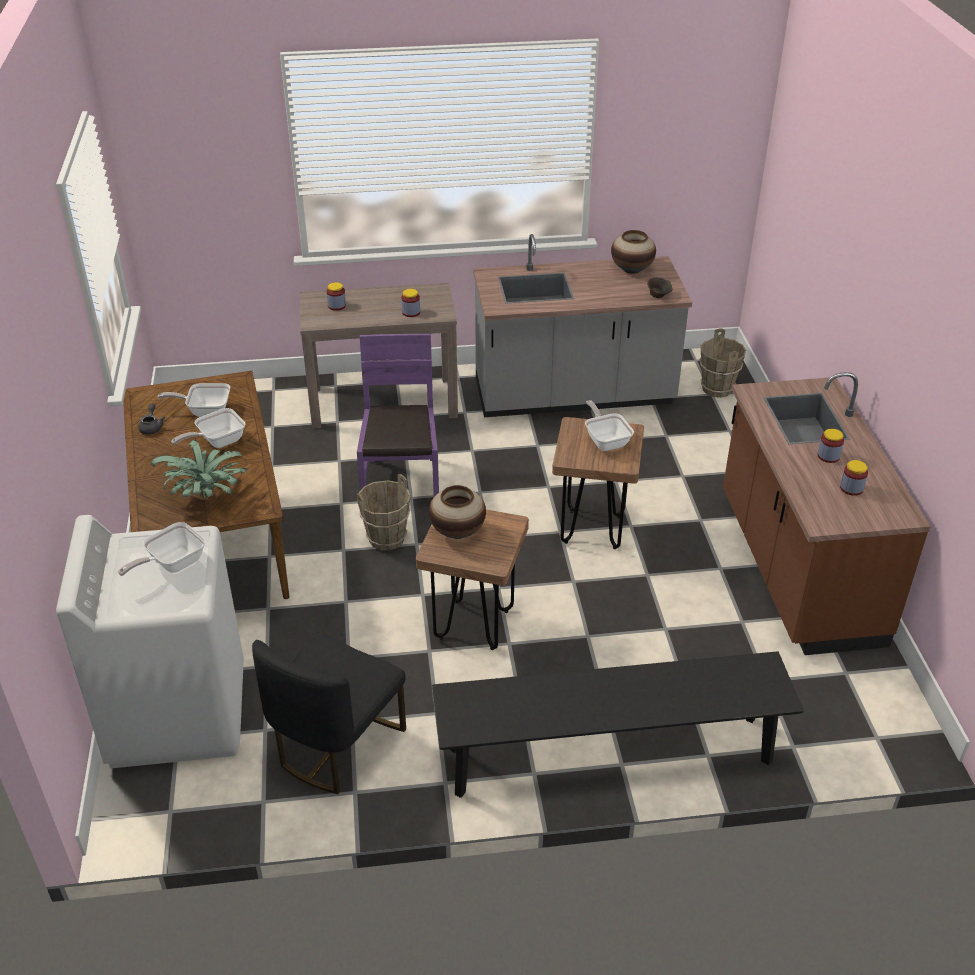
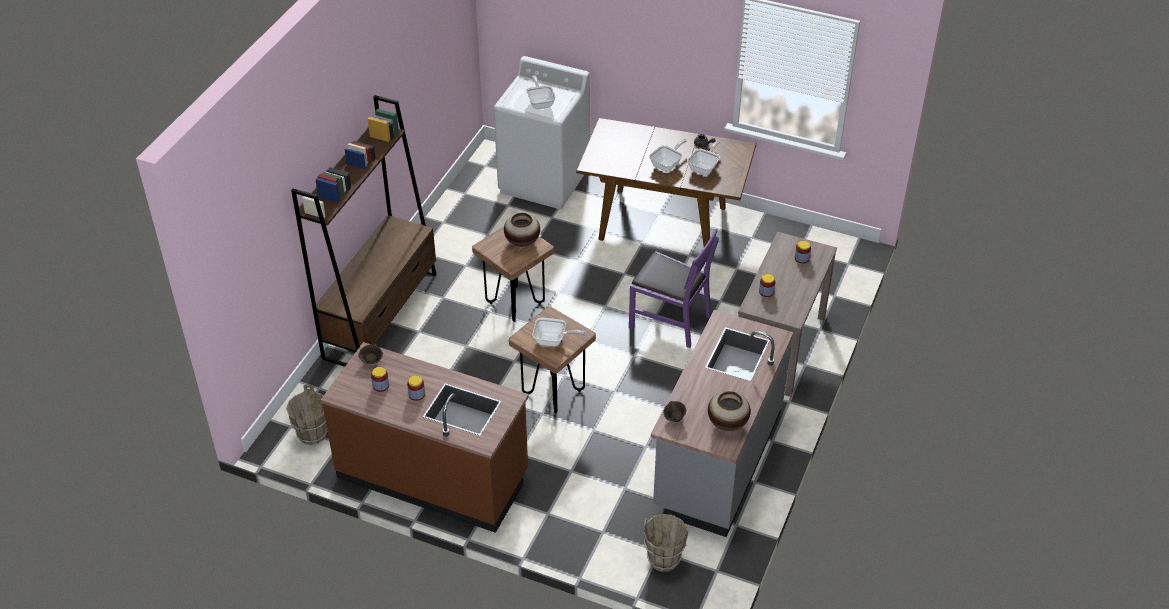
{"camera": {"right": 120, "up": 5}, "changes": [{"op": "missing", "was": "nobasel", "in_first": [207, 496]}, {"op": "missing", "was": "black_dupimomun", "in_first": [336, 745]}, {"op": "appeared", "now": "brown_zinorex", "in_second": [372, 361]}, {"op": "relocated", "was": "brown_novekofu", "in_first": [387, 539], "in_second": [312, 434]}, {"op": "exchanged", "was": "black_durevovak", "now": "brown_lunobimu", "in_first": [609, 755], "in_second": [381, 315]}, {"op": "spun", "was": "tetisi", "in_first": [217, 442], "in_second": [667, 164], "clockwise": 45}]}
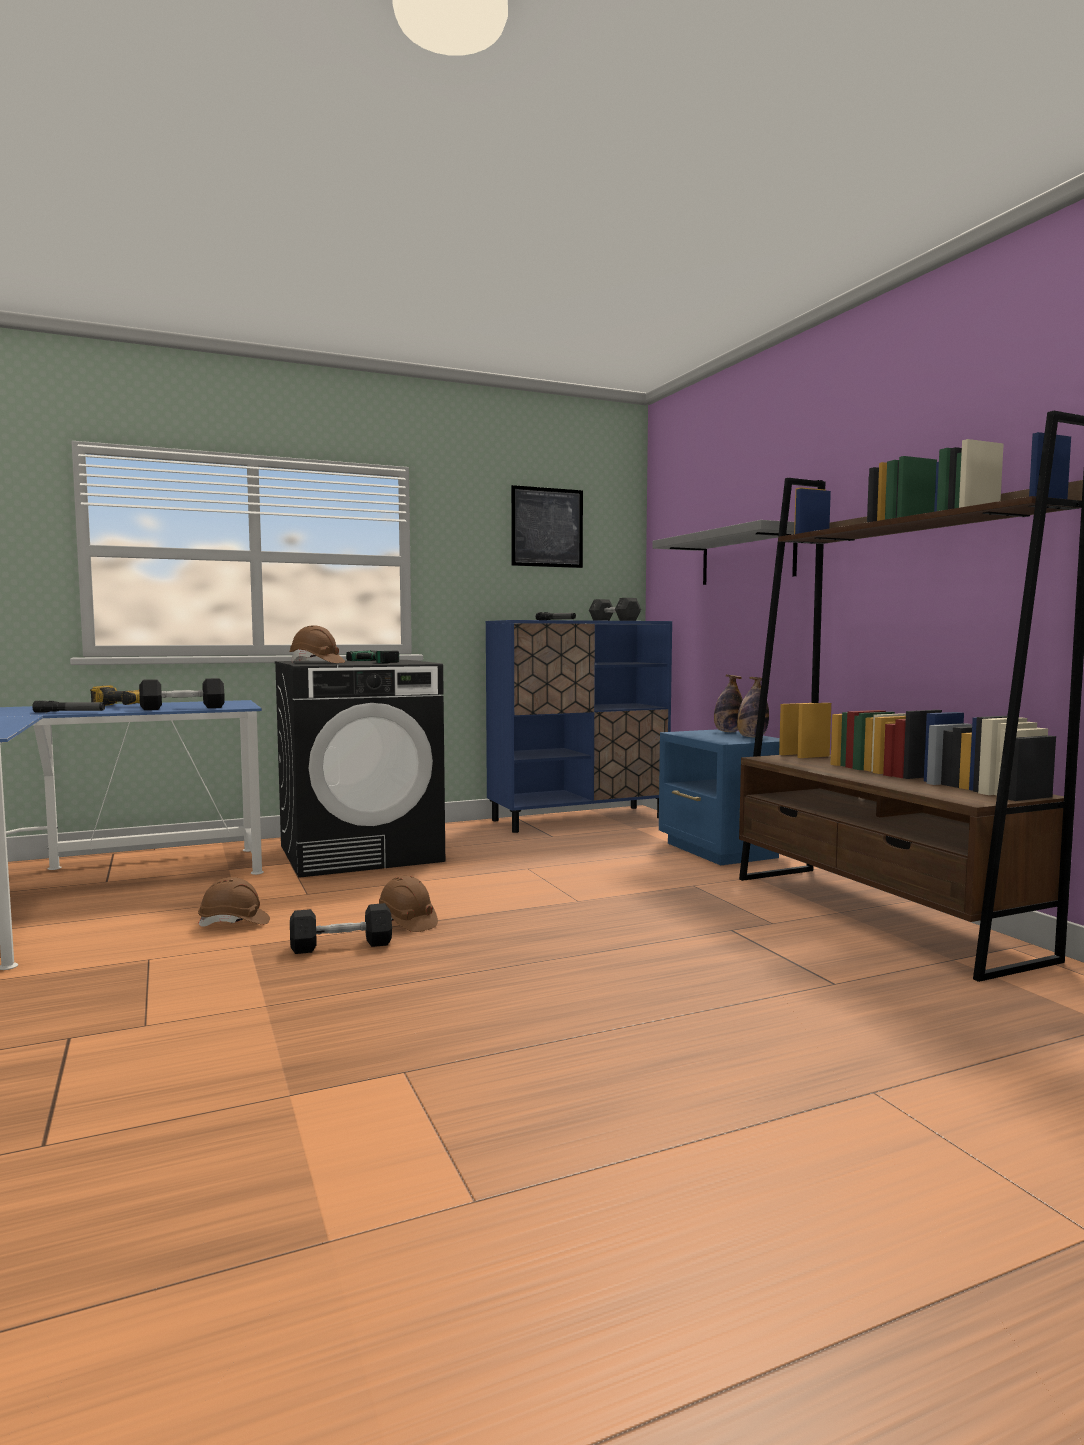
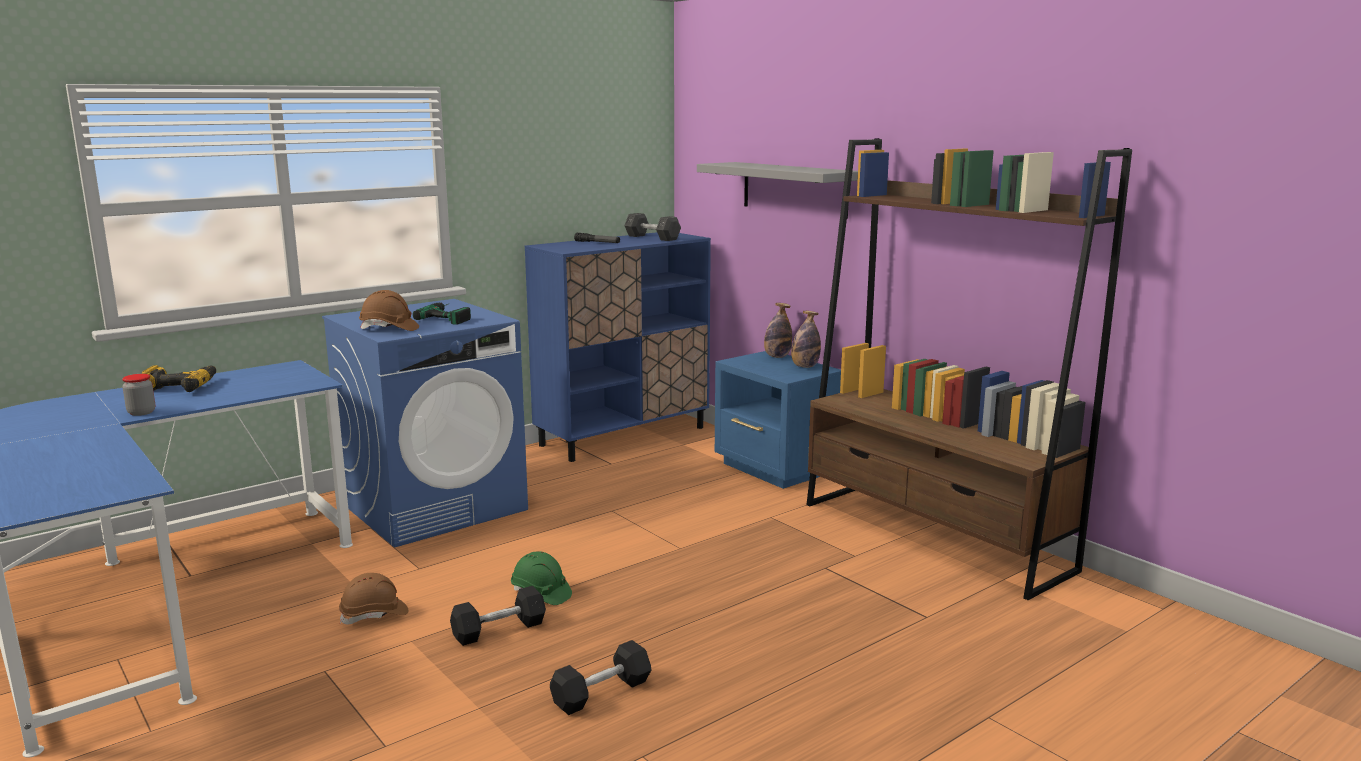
{"camera": {"right": -15, "up": 10}, "changes": [{"op": "missing", "was": "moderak", "in_first": [547, 527]}, {"op": "relocated", "was": "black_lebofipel", "in_first": [183, 708], "in_second": [601, 693]}, {"op": "exchanged", "was": "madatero", "now": "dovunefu", "in_first": [69, 712], "in_second": [141, 412]}, {"op": "colour", "was": "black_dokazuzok", "now": "blue_dokazuzok", "in_first": [361, 853], "in_second": [435, 506]}, {"op": "colour", "was": "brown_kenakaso", "now": "green_kenakaso", "in_first": [406, 922], "in_second": [541, 593]}]}
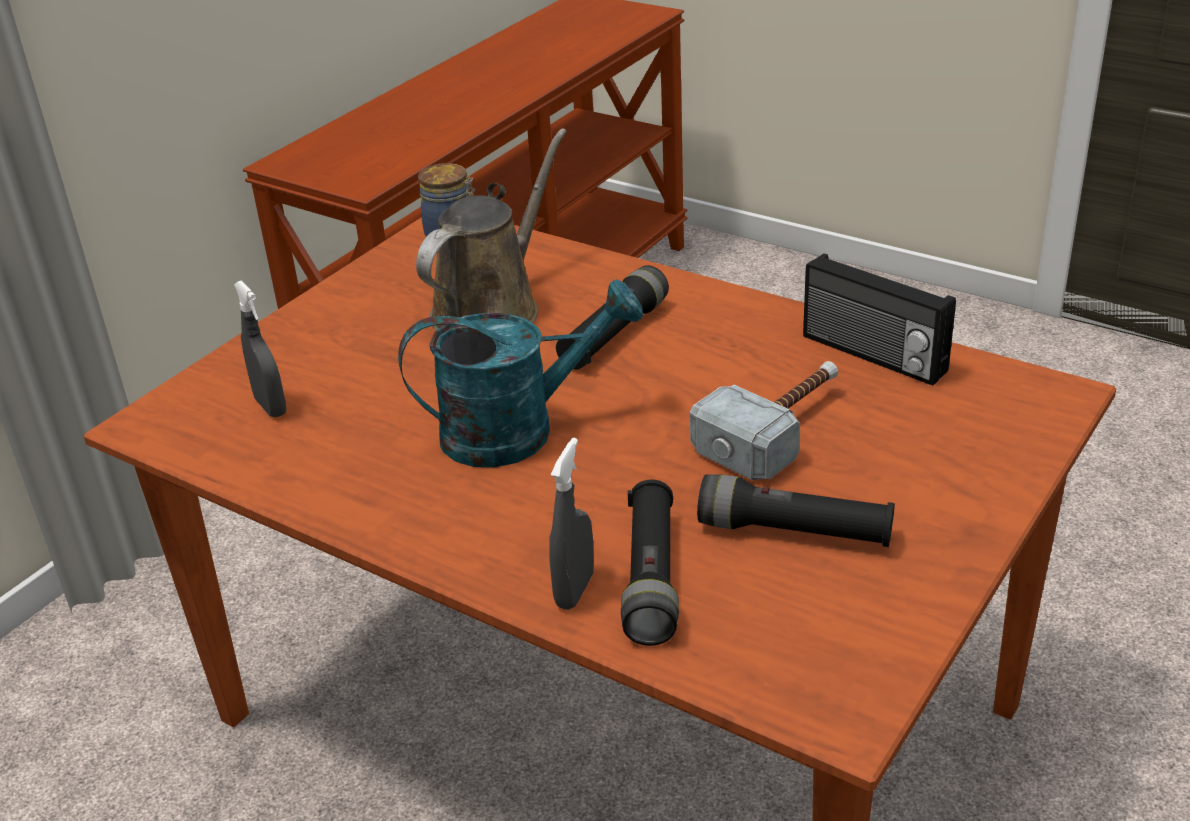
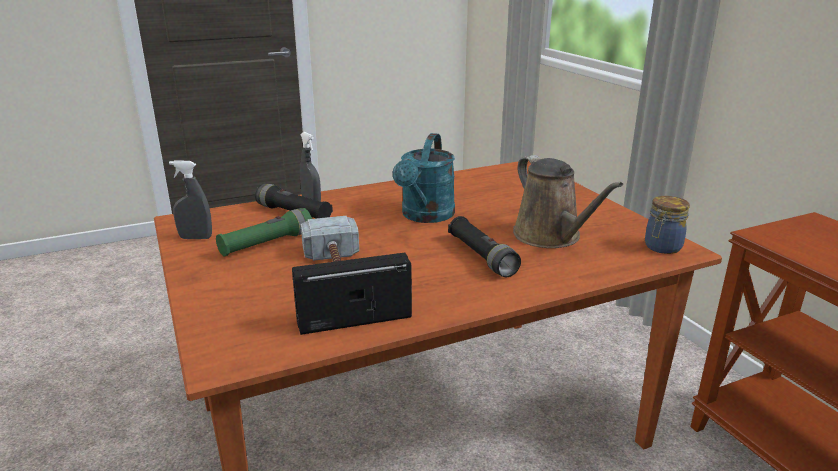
{"camera": {"right": 120, "up": -10}, "changes": [{"op": "relocated", "was": "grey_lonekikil", "in_first": [271, 407], "in_second": [195, 238]}, {"op": "colour", "was": "black_madatero", "now": "green_madatero", "in_first": [794, 532], "in_second": [267, 244]}]}
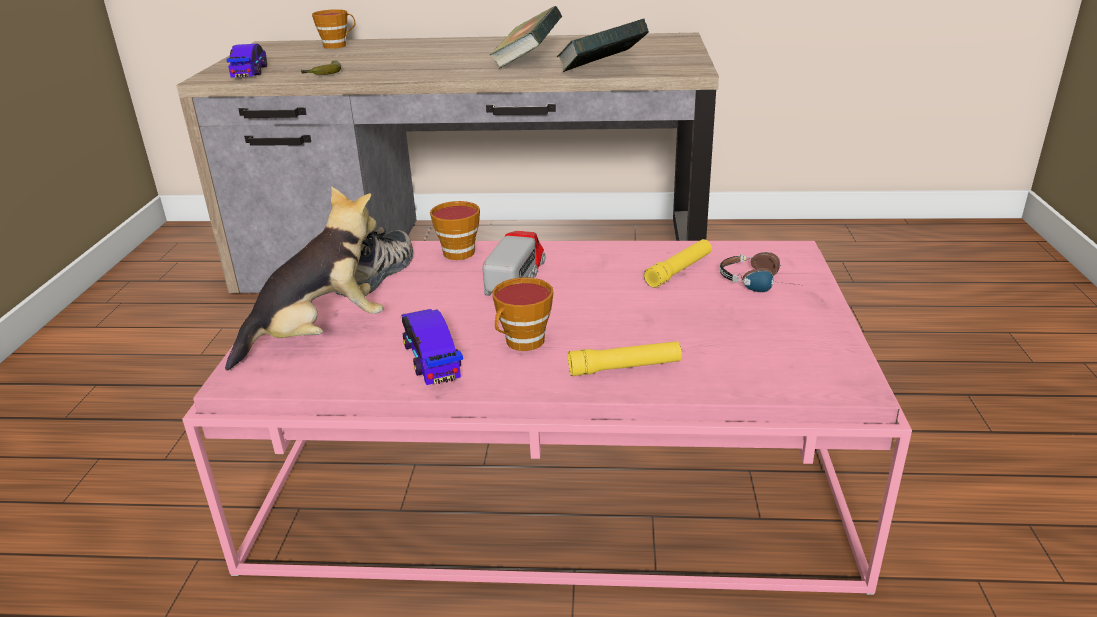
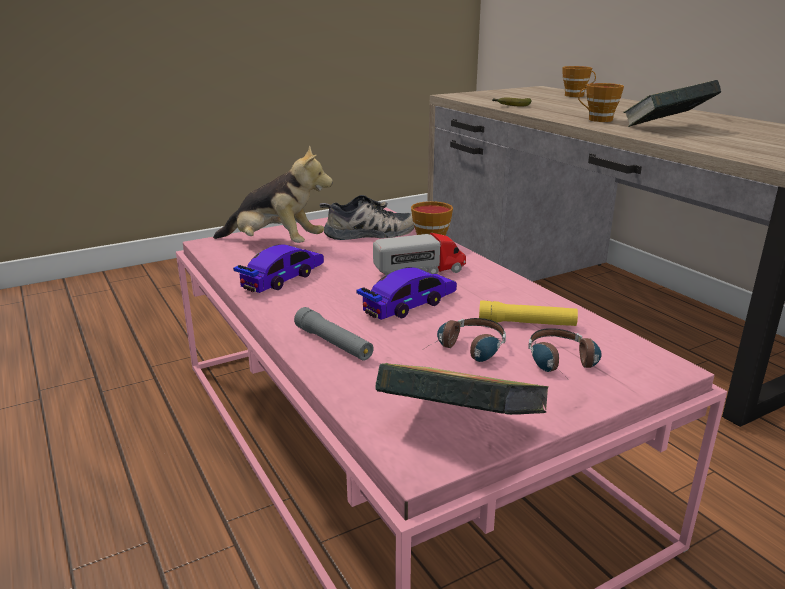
{"camera": {"right": 55, "up": -5}, "changes": [{"op": "appeared", "now": "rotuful", "in_second": [466, 351]}, {"op": "relocated", "was": "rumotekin", "in_first": [250, 71], "in_second": [409, 304]}, {"op": "relocated", "was": "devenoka", "in_first": [522, 343], "in_second": [597, 120]}, {"op": "relocated", "was": "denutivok", "in_first": [601, 72], "in_second": [460, 428]}, {"op": "colour", "was": "yellow_madatero", "now": "grey_madatero", "in_first": [625, 367], "in_second": [333, 343]}]}
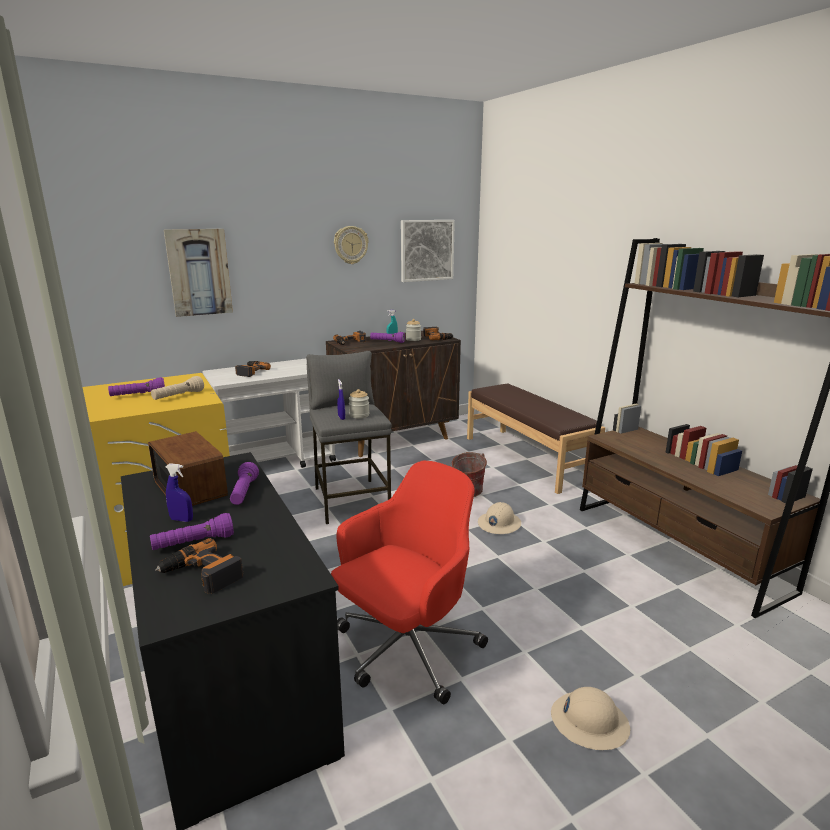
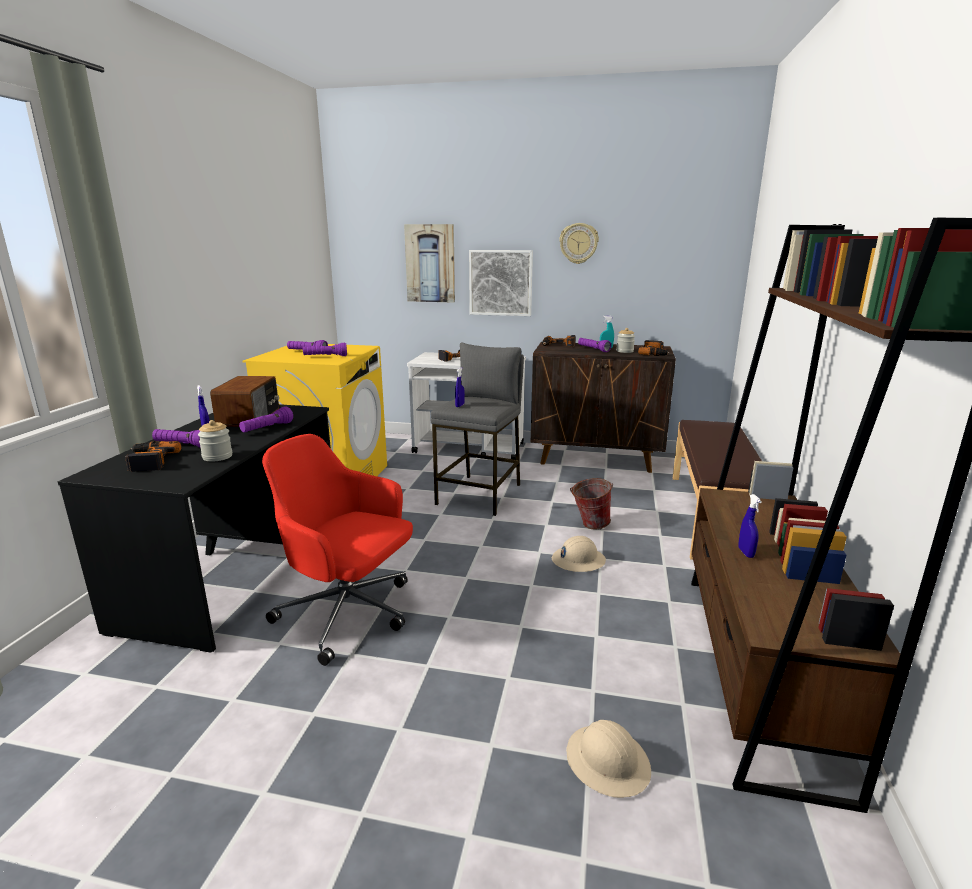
{"camera": {"right": 40, "up": 0}, "changes": [{"op": "appeared", "now": "blue_lonekikil", "in_second": [746, 553]}, {"op": "relocated", "was": "dovunefu", "in_first": [359, 415], "in_second": [217, 456]}, {"op": "relocated", "was": "moderak", "in_first": [426, 250], "in_second": [500, 283]}, {"op": "relocated", "was": "beige_kenakaso", "in_first": [589, 721], "in_second": [608, 761]}, {"op": "colour", "was": "beige_madatero", "now": "purple_madatero", "in_first": [178, 396], "in_second": [325, 356]}, {"op": "spun", "was": "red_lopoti", "in_first": [406, 650], "in_second": [348, 613], "clockwise": -150}]}
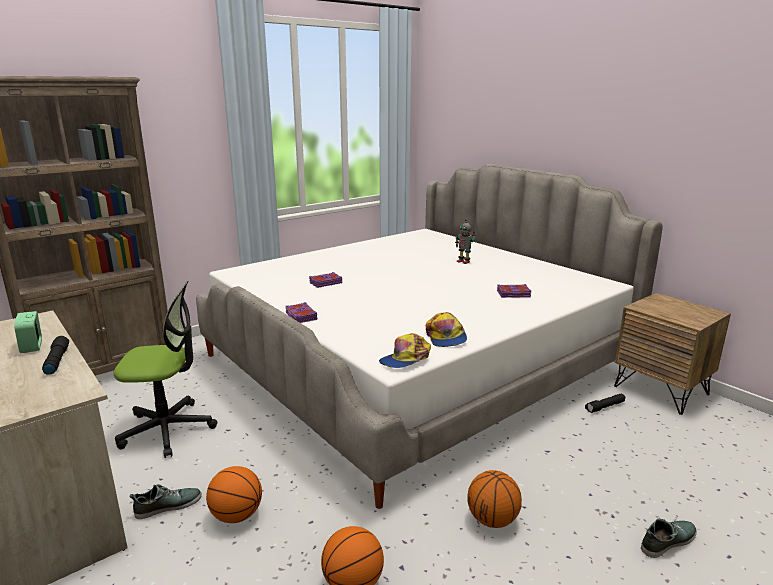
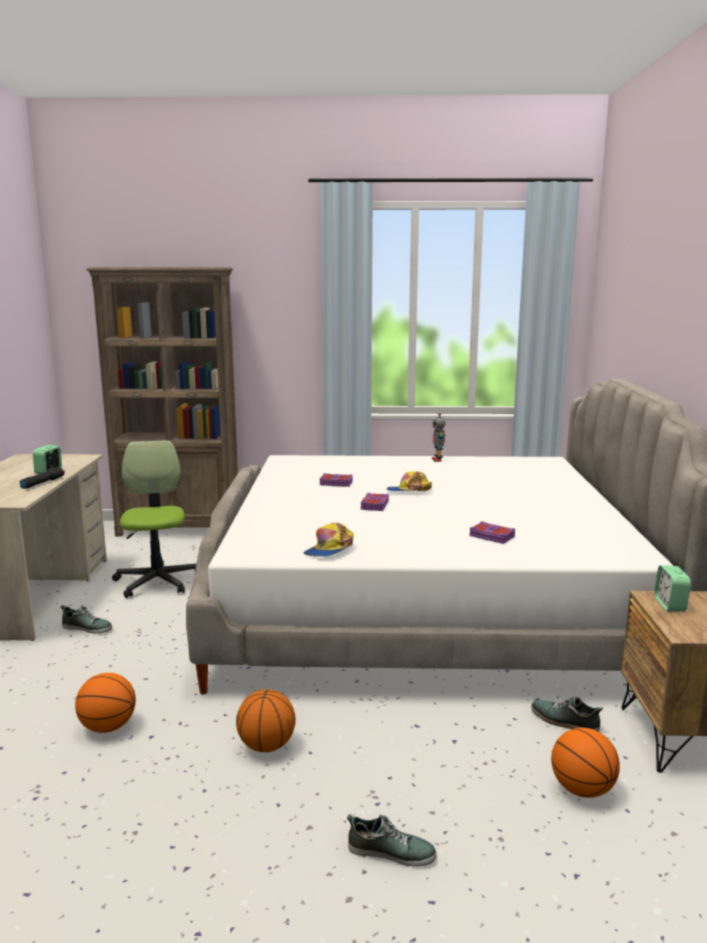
{"camera": {"right": 40, "up": -5}, "changes": [{"op": "appeared", "now": "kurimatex", "in_second": [670, 605]}, {"op": "relocated", "was": "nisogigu", "in_first": [237, 515], "in_second": [582, 789]}, {"op": "relocated", "was": "purple_denutivok", "in_first": [300, 316], "in_second": [374, 505]}, {"op": "relocated", "was": "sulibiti", "in_first": [406, 359], "in_second": [409, 491]}, {"op": "relocated", "was": "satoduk", "in_first": [463, 262], "in_second": [437, 460]}, {"op": "exchanged", "was": "black_madatero", "now": "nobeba", "in_first": [605, 407], "in_second": [564, 721]}, {"op": "spun", "was": "lopoti", "in_first": [168, 429], "in_second": [157, 581], "clockwise": -135}]}
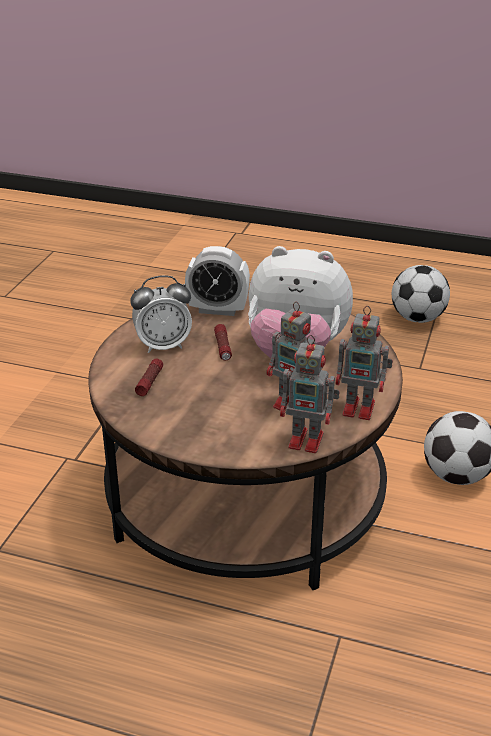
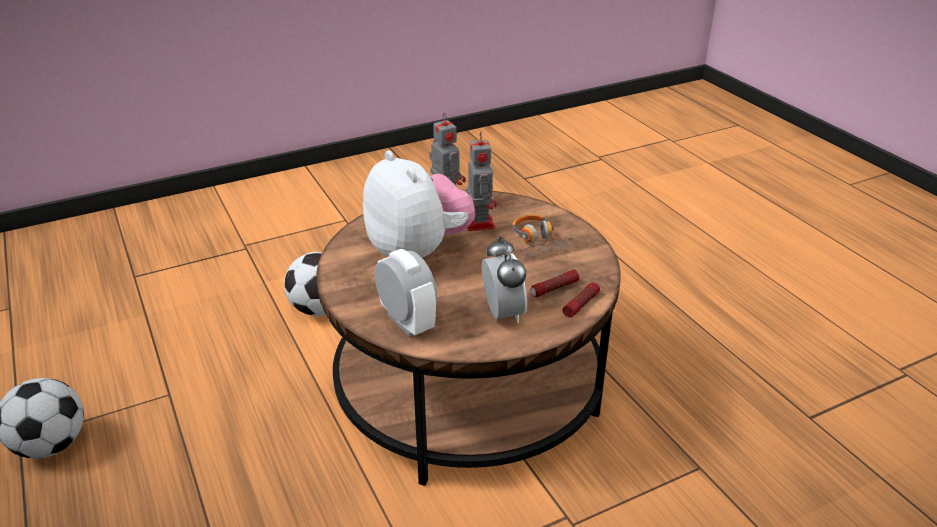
{"camera": {"right": -135, "up": 0}, "changes": [{"op": "missing", "was": "satoduk", "in_first": [308, 440]}, {"op": "appeared", "now": "rotuful", "in_second": [538, 241]}, {"op": "relocated", "was": "madatero", "in_first": [223, 347], "in_second": [581, 304]}, {"op": "spun", "was": "kurimatex", "in_first": [163, 345], "in_second": [503, 314], "clockwise": 45}]}
